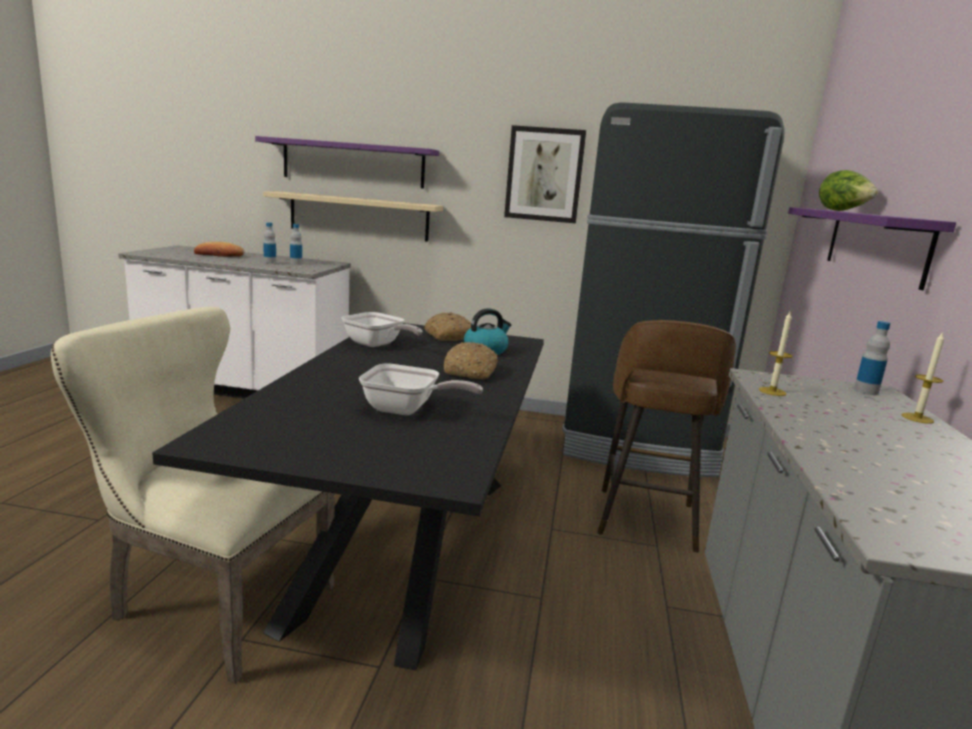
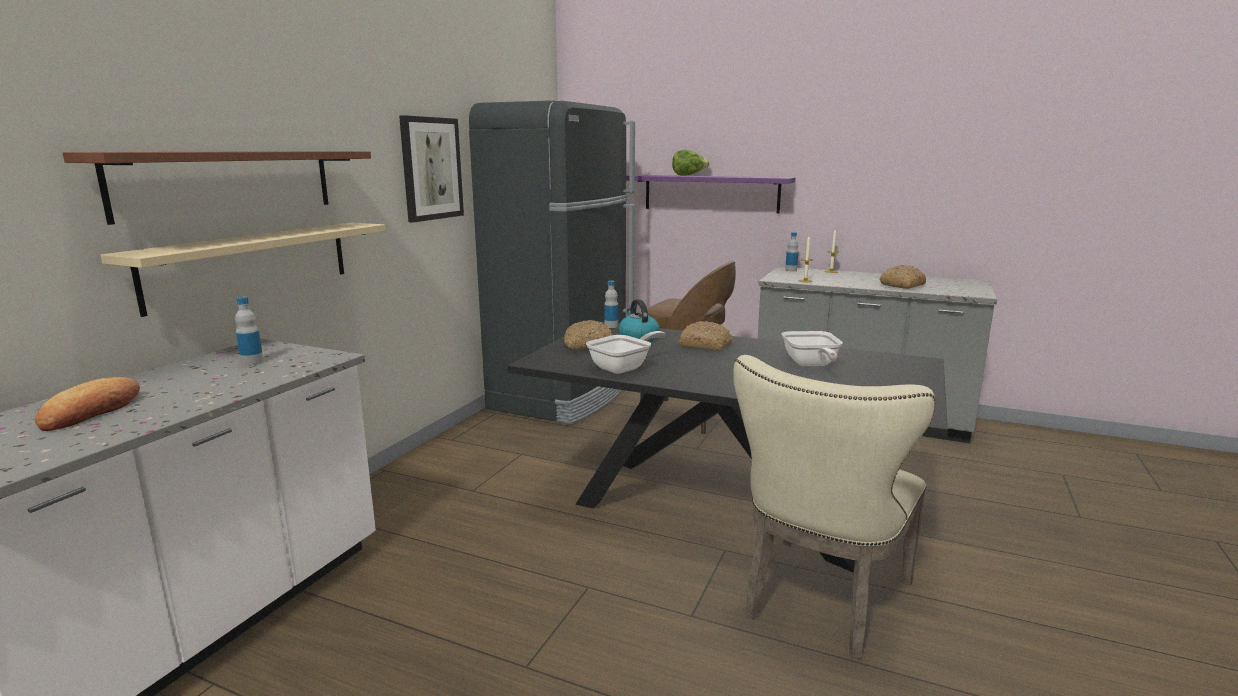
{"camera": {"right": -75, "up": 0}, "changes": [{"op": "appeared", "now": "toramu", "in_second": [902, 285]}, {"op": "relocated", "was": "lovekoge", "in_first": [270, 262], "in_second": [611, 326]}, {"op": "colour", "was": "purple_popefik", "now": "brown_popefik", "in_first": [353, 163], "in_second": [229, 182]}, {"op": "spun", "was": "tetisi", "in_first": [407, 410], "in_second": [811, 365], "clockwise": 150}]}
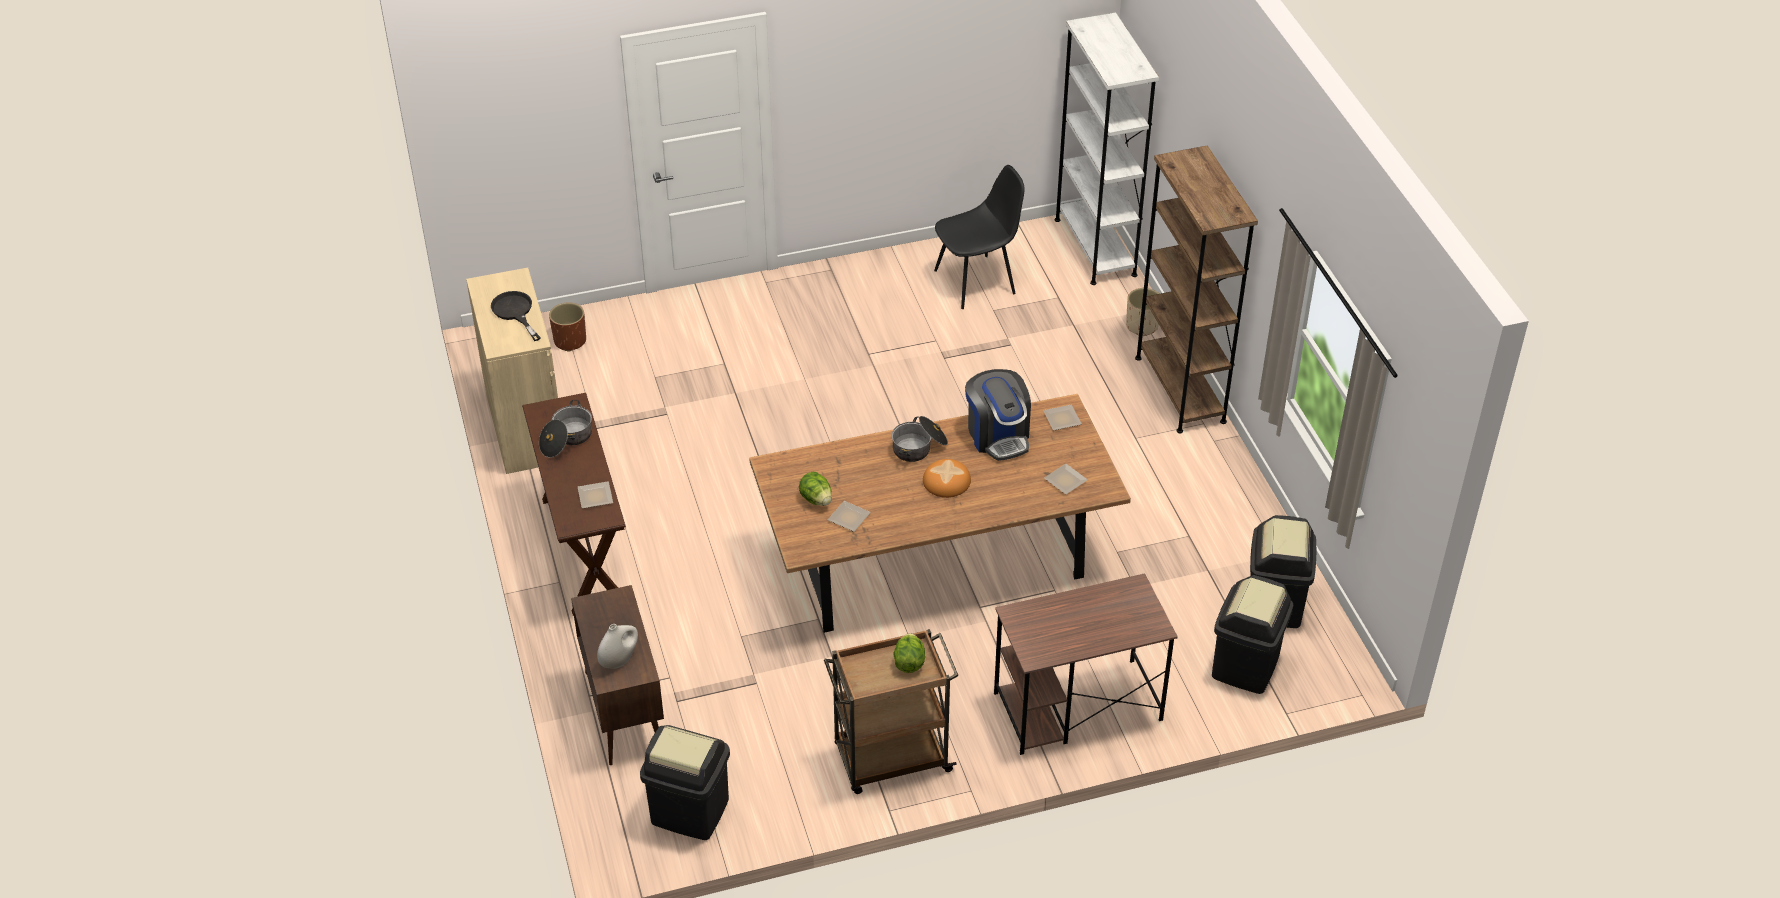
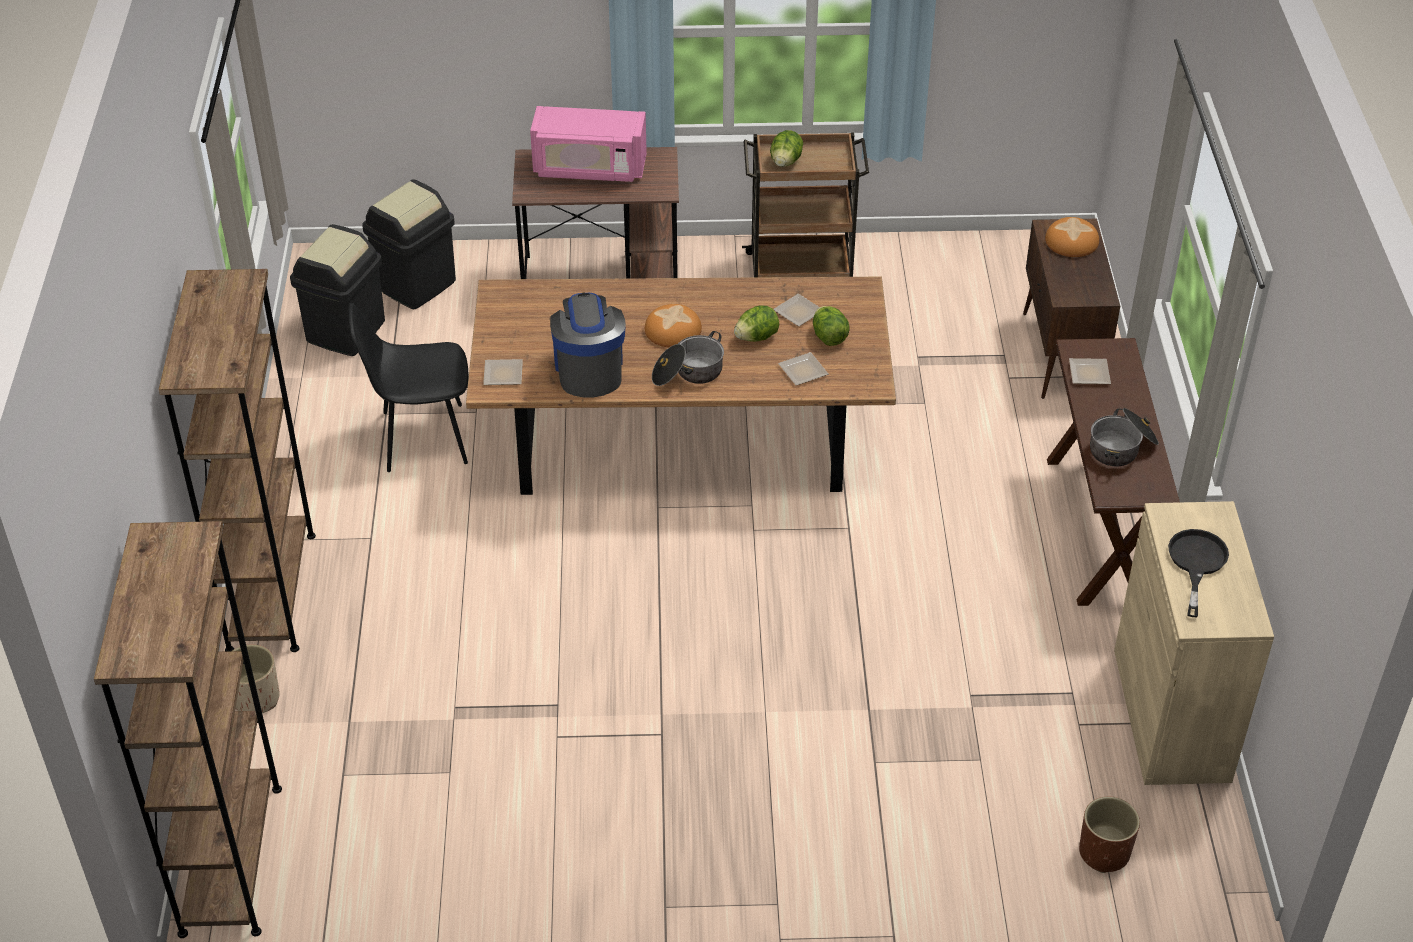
{"camera": {"right": -165, "up": 0}, "changes": [{"op": "missing", "was": "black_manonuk", "in_first": [689, 812]}, {"op": "appeared", "now": "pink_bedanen", "in_second": [589, 168]}, {"op": "appeared", "now": "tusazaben", "in_second": [756, 337]}, {"op": "relocated", "was": "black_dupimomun", "in_first": [977, 281], "in_second": [421, 438]}, {"op": "relocated", "was": "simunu", "in_first": [1065, 482], "in_second": [803, 370]}, {"op": "exchanged", "was": "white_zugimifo", "now": "toramu", "in_first": [619, 660], "in_second": [1071, 242]}, {"op": "colour", "was": "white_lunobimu", "now": "brown_lunobimu", "in_first": [1095, 247], "in_second": [231, 859]}, {"op": "spun", "was": "black_tetisi", "in_first": [515, 312], "in_second": [1196, 563], "clockwise": -150}]}
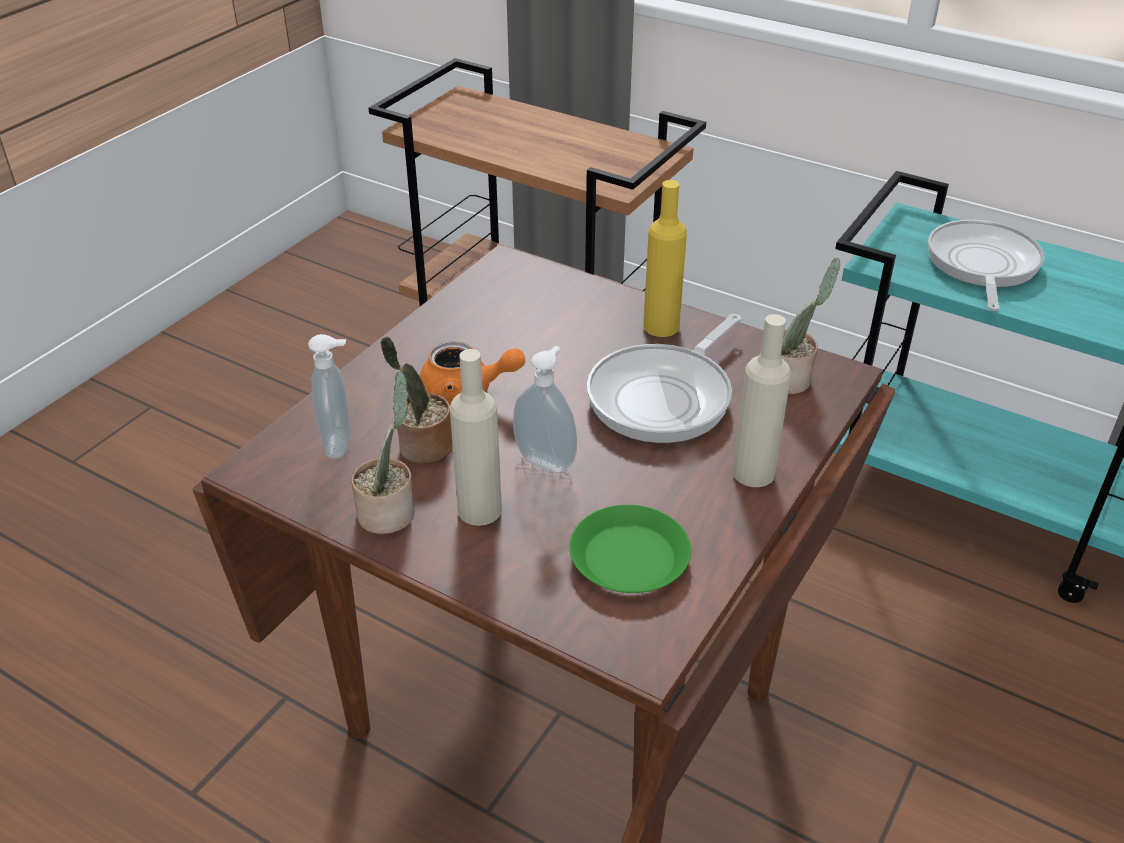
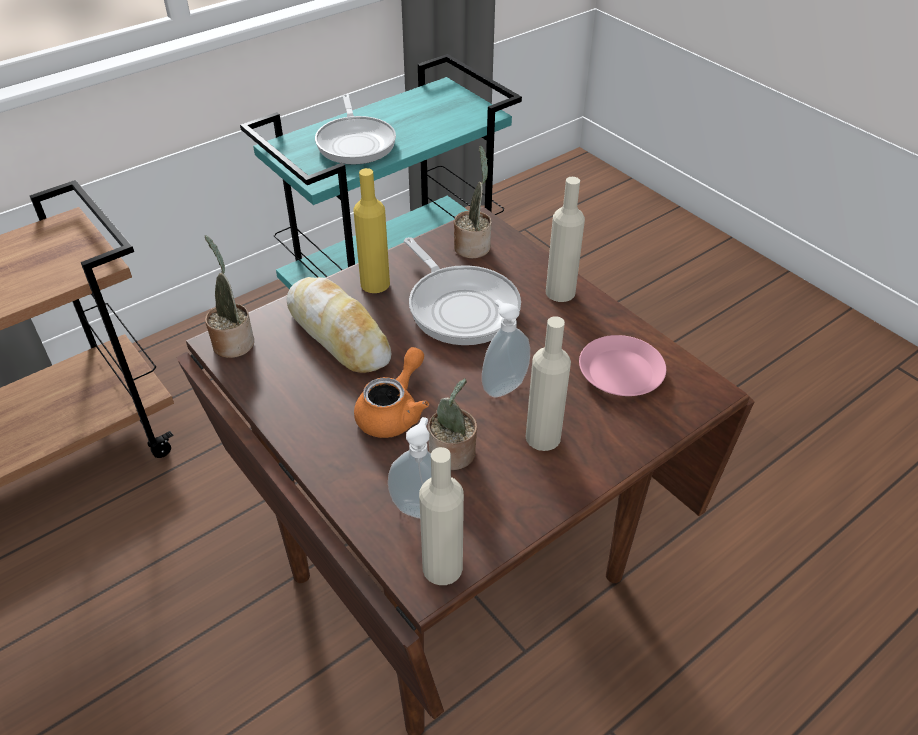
{"camera": {"right": -70, "up": 5}, "changes": [{"op": "appeared", "now": "toramu", "in_second": [338, 333]}, {"op": "appeared", "now": "beige_lovekoge", "in_second": [442, 567]}, {"op": "relocated", "was": "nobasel", "in_first": [390, 512], "in_second": [233, 341]}, {"op": "colour", "was": "green_simunu", "now": "pink_simunu", "in_first": [629, 557], "in_second": [620, 372]}, {"op": "spun", "was": "tetisi", "in_first": [981, 265], "in_second": [356, 142], "clockwise": -135}]}
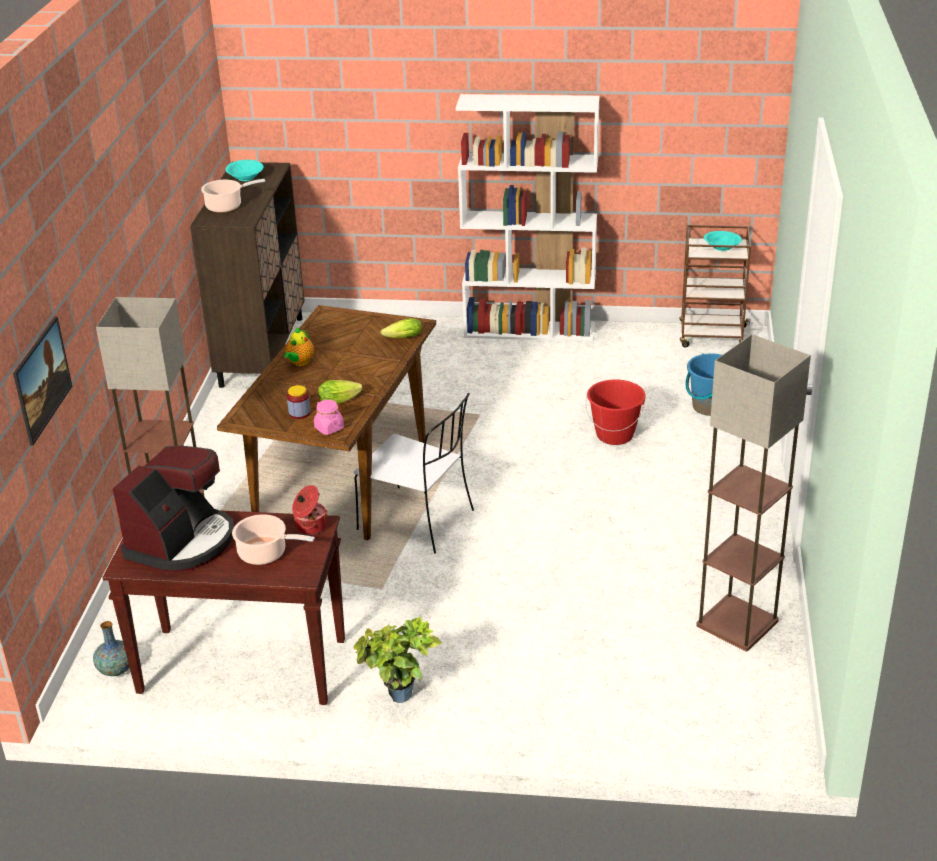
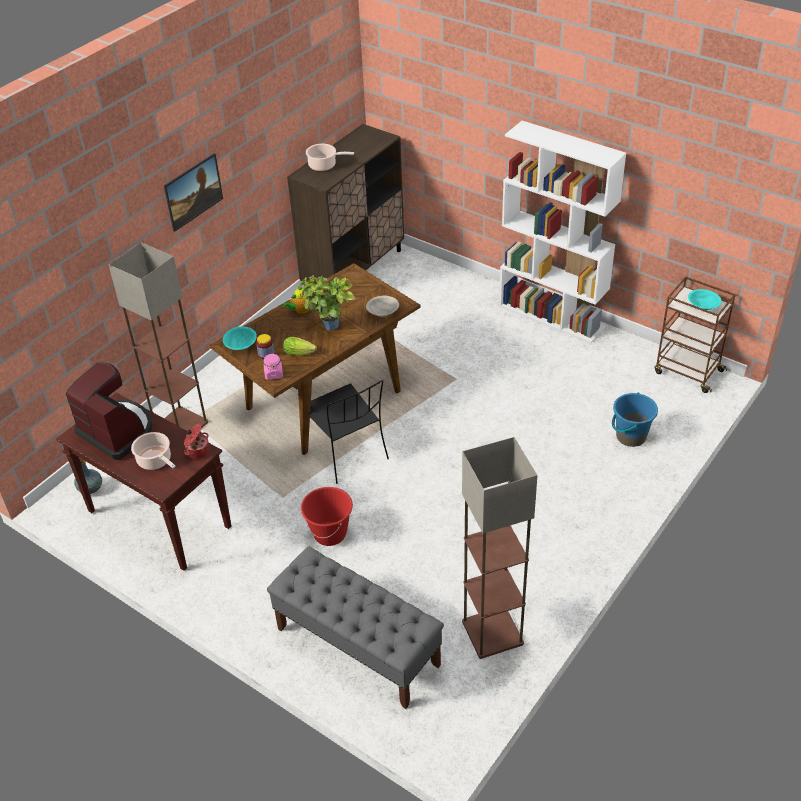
{"camera": {"right": 30, "up": 10}, "changes": [{"op": "appeared", "now": "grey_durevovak", "in_second": [357, 646]}, {"op": "relocated", "was": "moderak", "in_first": [46, 397], "in_second": [195, 203]}, {"op": "relocated", "was": "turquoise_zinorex", "in_first": [246, 178], "in_second": [241, 345]}, {"op": "relocated", "was": "nobasel", "in_first": [399, 700], "in_second": [328, 328]}, {"op": "relocated", "was": "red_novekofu", "in_first": [615, 435], "in_second": [330, 534]}, {"op": "exchanged", "was": "tusazaben", "now": "beige_zinorex", "in_first": [401, 338], "in_second": [383, 313]}, {"op": "colour", "was": "white_dupimomun", "now": "black_dupimomun", "in_first": [419, 521], "in_second": [347, 453]}, {"op": "spun", "was": "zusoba", "in_first": [182, 542], "in_second": [117, 431], "clockwise": -105}]}
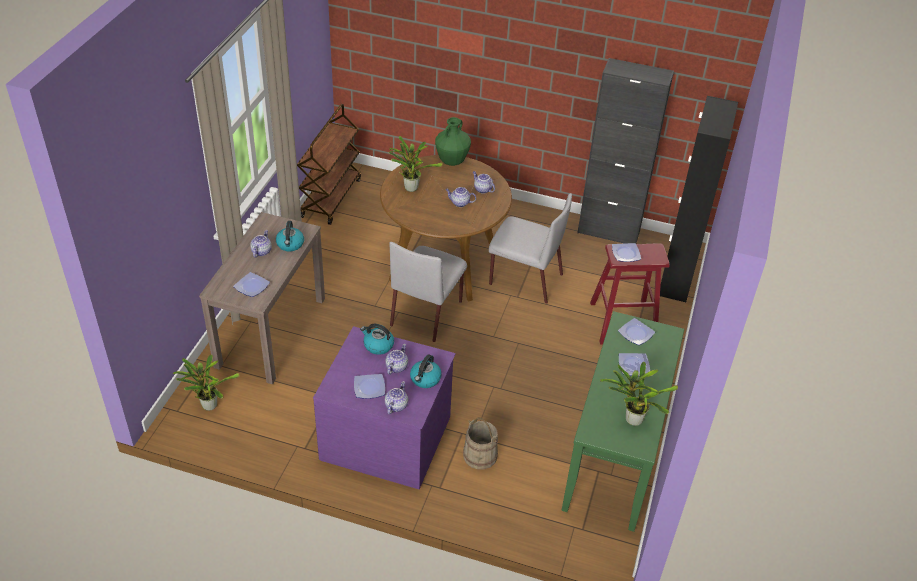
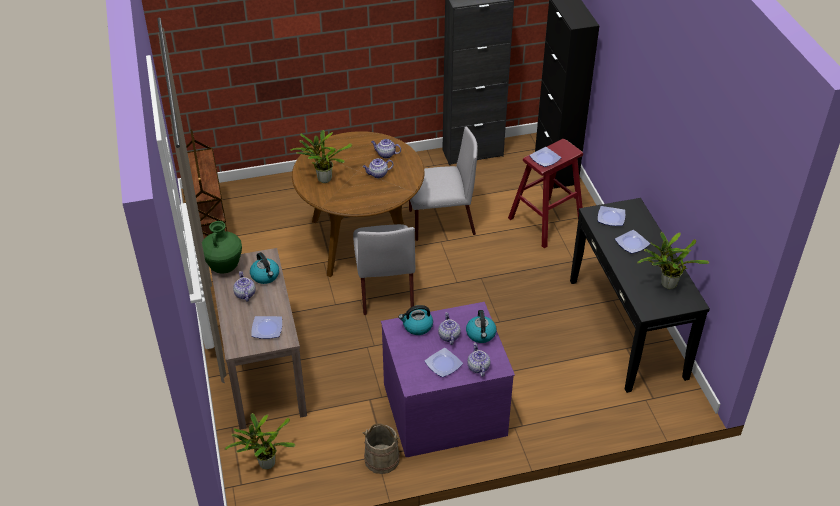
{"camera": {"right": -30, "up": 0}, "changes": [{"op": "relocated", "was": "green_zugimifo", "in_first": [452, 161], "in_second": [224, 267]}, {"op": "relocated", "was": "beige_novekofu", "in_first": [480, 455], "in_second": [382, 459]}, {"op": "colour", "was": "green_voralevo", "now": "black_voralevo", "in_first": [616, 453], "in_second": [627, 328]}]}
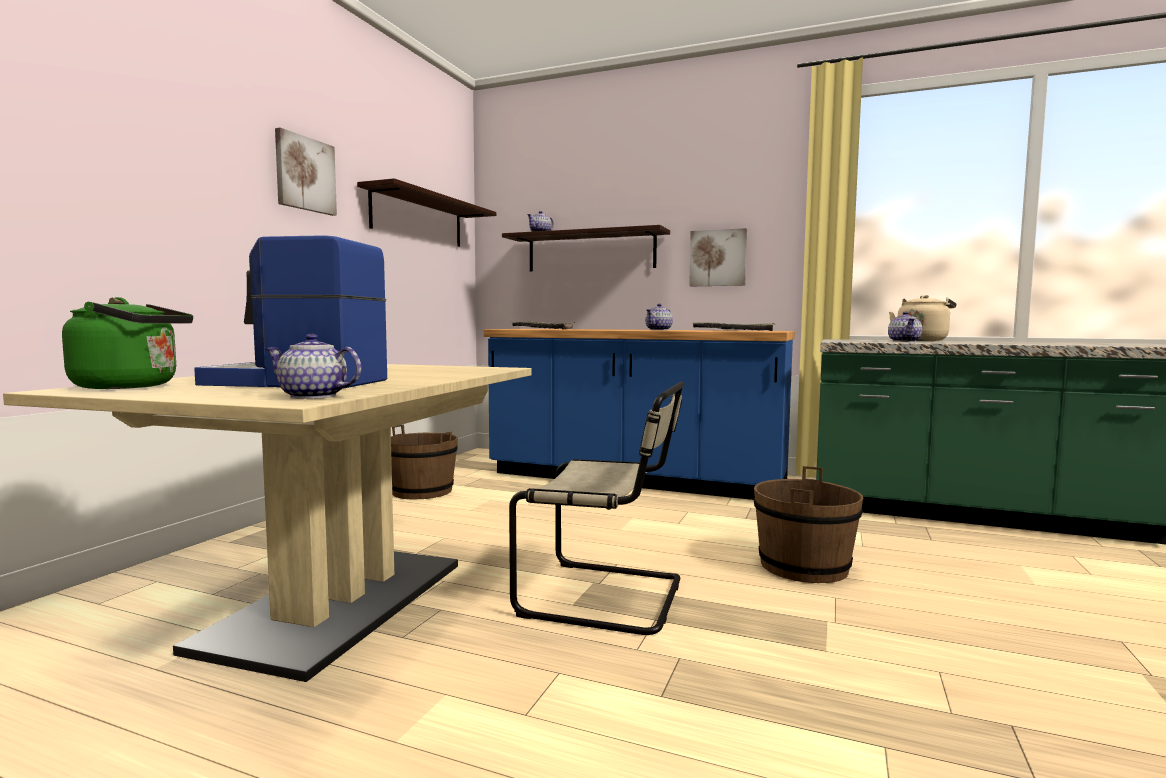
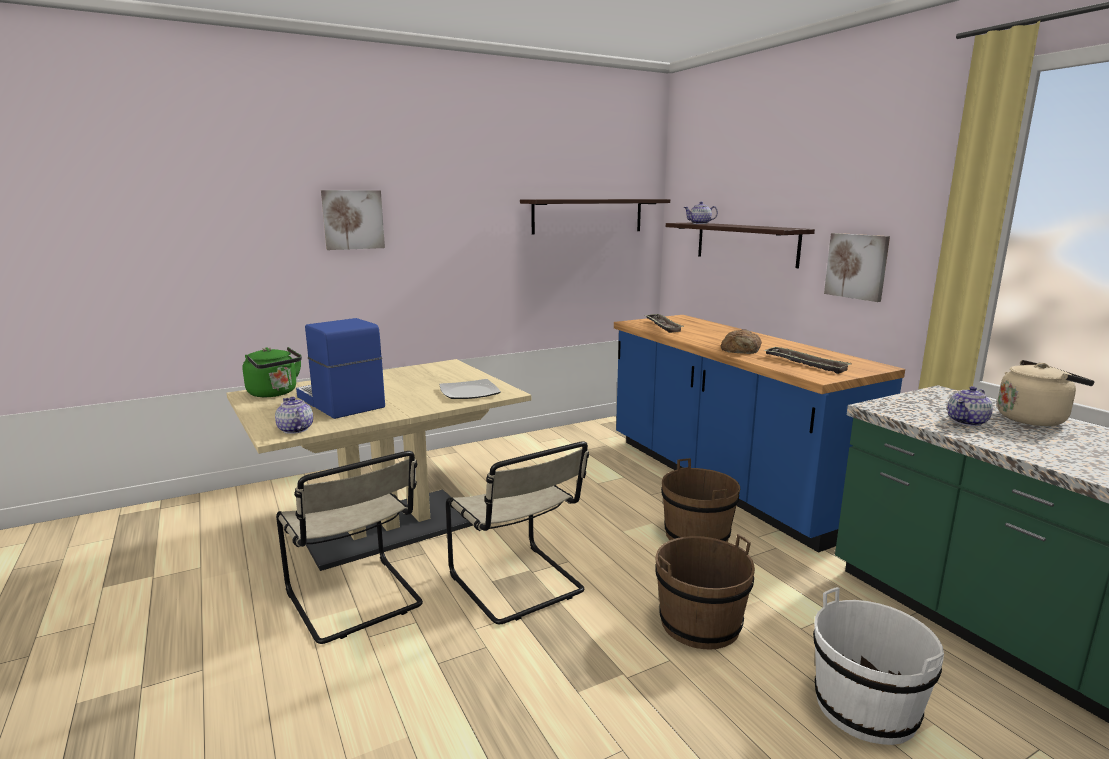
{"camera": {"right": 40, "up": 10}, "changes": [{"op": "appeared", "now": "beige_dupimomun", "in_second": [356, 601]}, {"op": "appeared", "now": "simunu", "in_second": [470, 392]}, {"op": "appeared", "now": "white_novekofu", "in_second": [865, 708]}, {"op": "relocated", "was": "moderak", "in_first": [305, 174], "in_second": [353, 219]}, {"op": "relocated", "was": "brown_novekofu", "in_first": [422, 491], "in_second": [697, 535]}, {"op": "exchanged", "was": "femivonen", "now": "toramu", "in_first": [659, 330], "in_second": [741, 349]}]}
